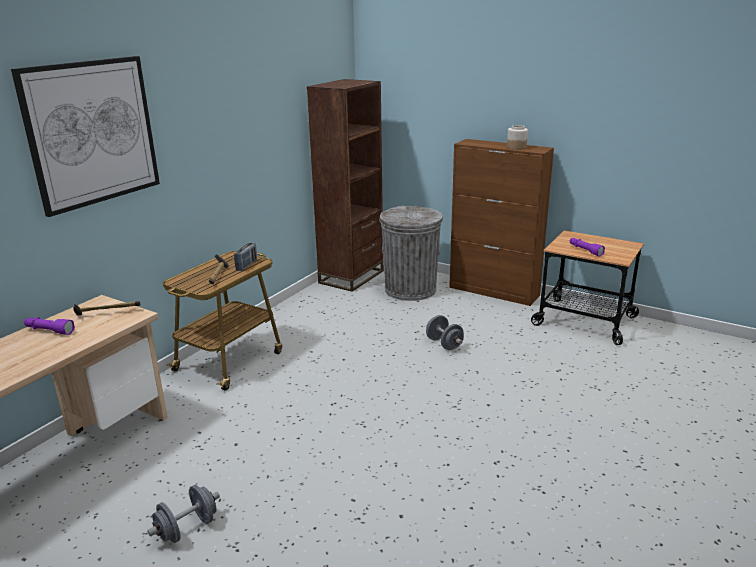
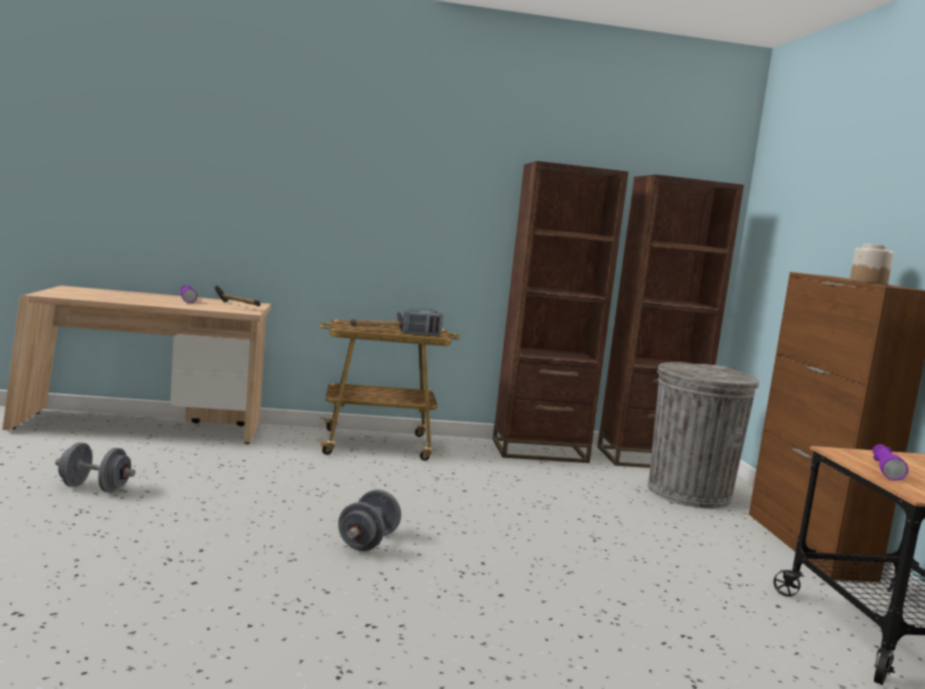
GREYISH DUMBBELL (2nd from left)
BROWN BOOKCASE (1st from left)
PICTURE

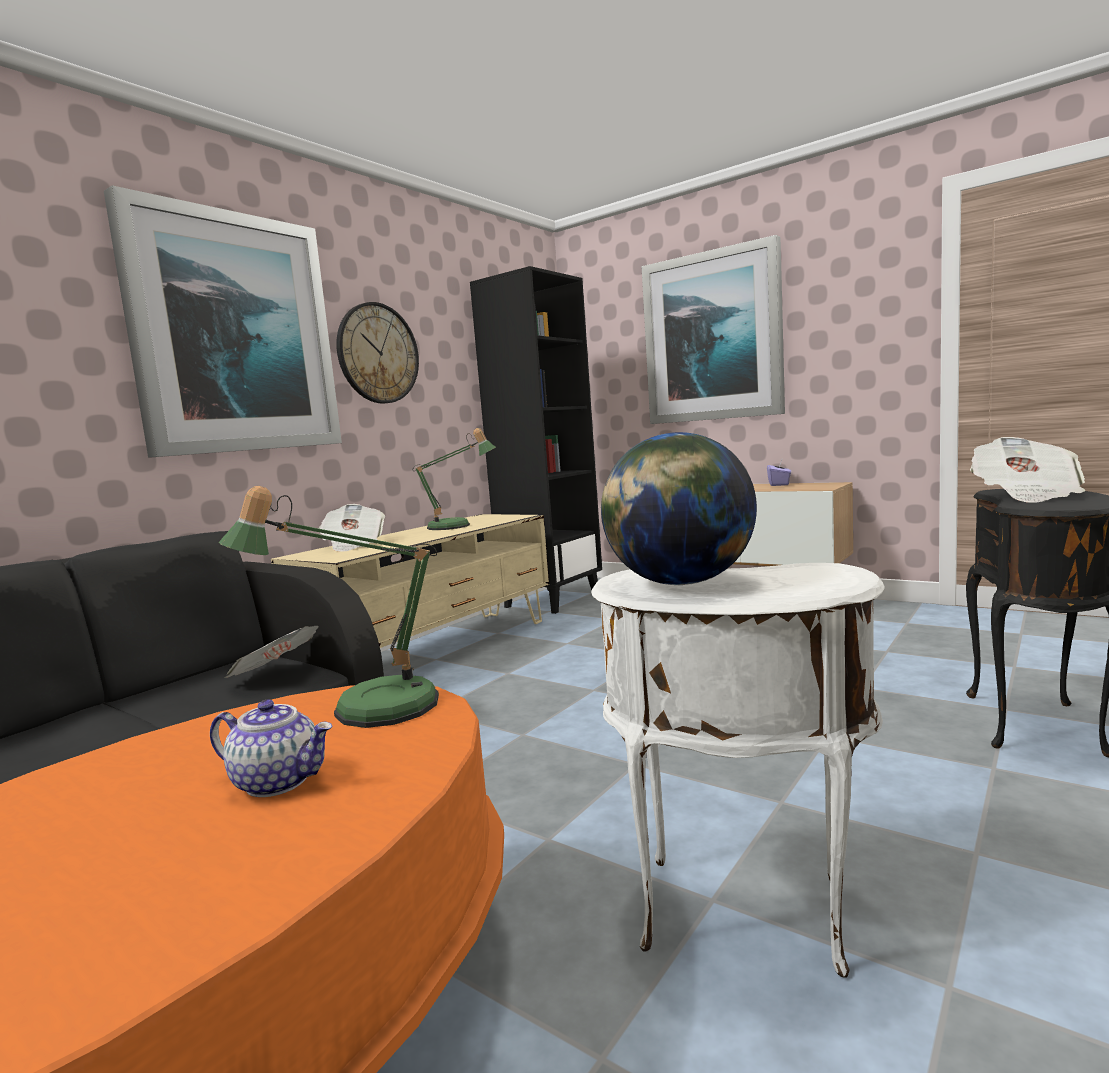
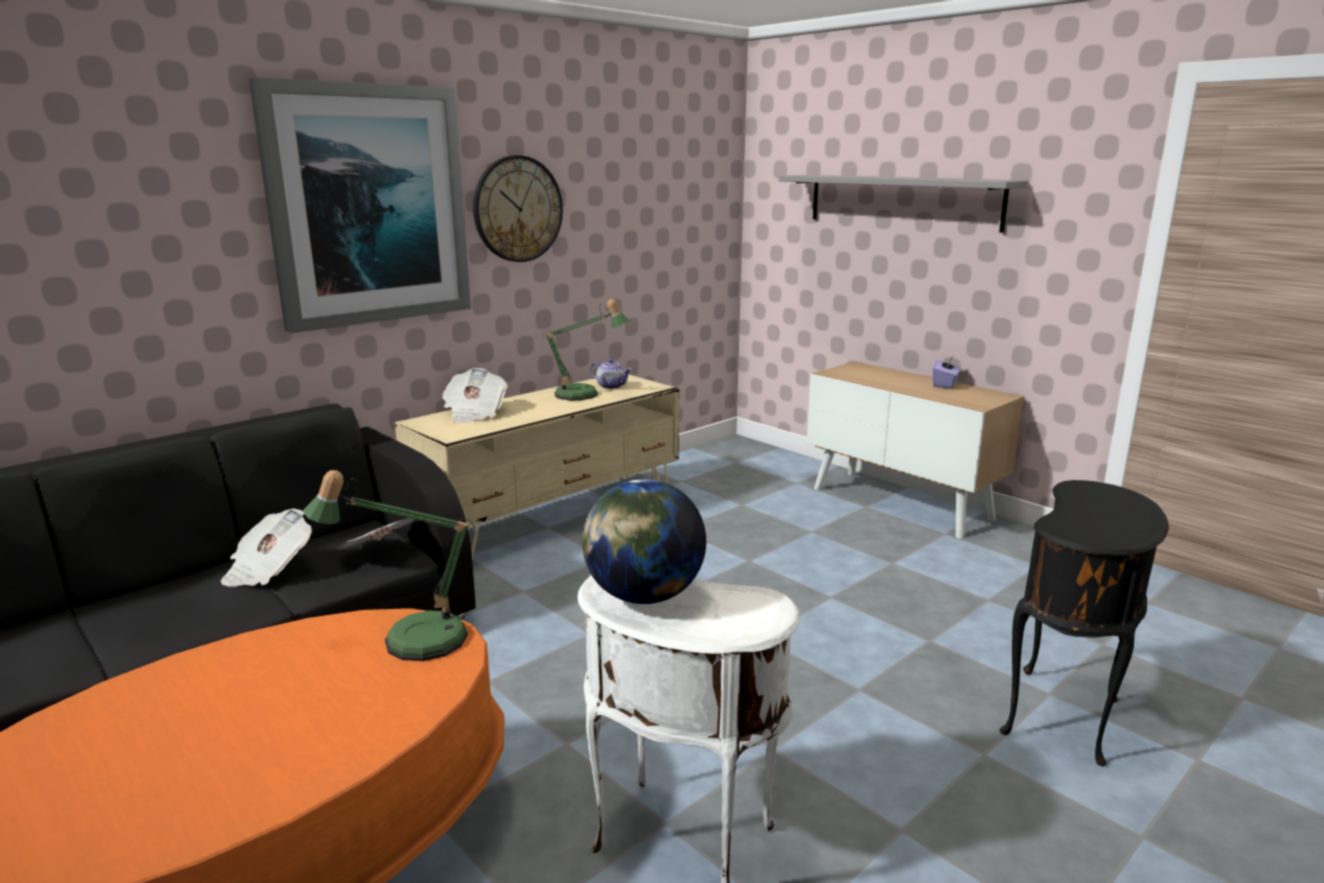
NEWSPAPER (1st from left)
POT FOR TEA
GREYISH WALL SHELF
BLACK BOOKCASE

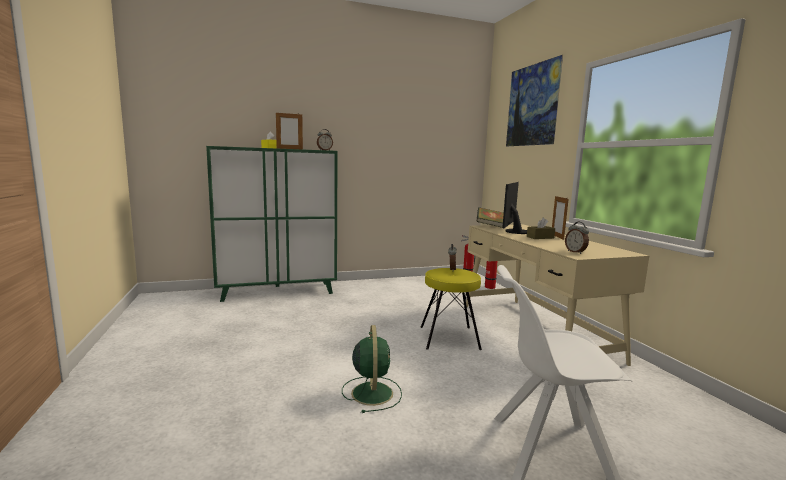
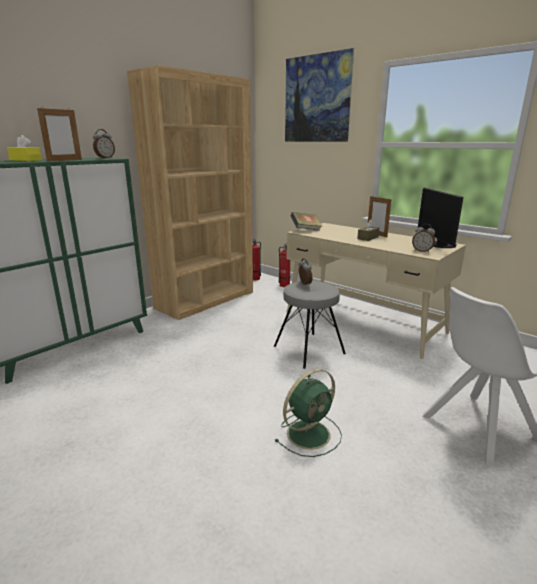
BROWN BOOKCASE
GREYISH STOOL
GREEN COOLING FAN
COMPUTER SCREEN

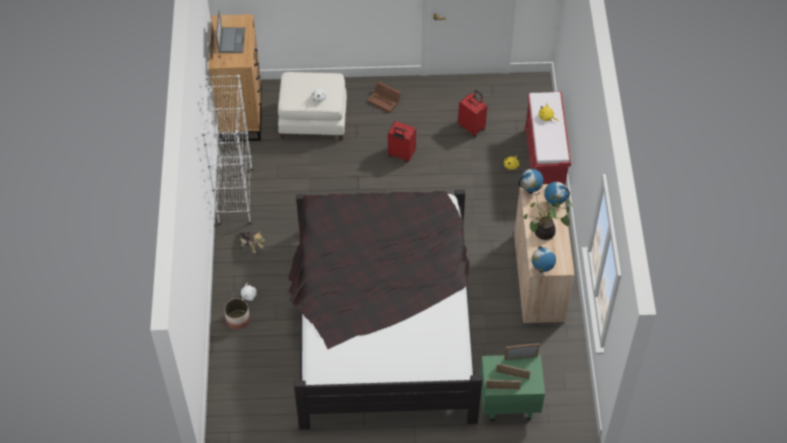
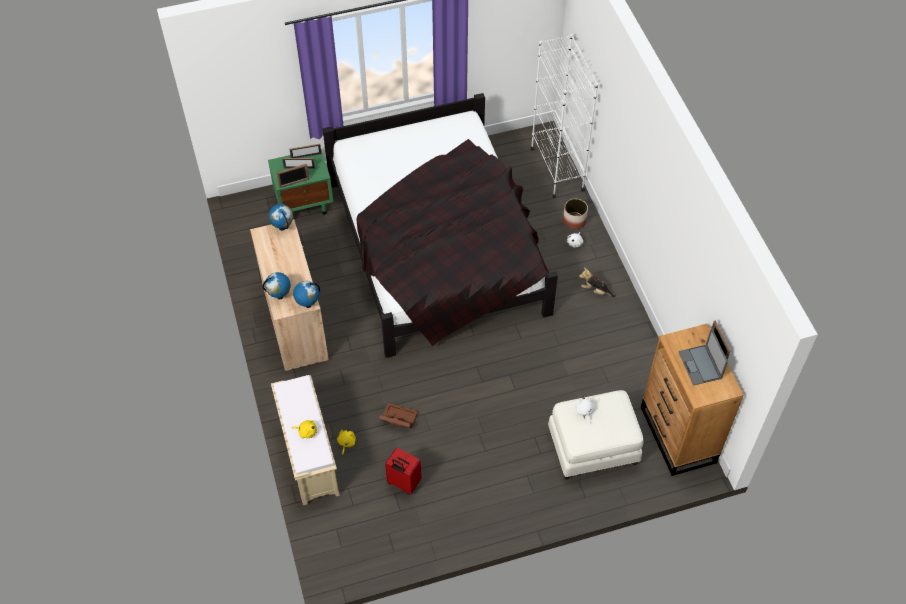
BEIGE-COLOURED LONG SEAT
BROWN STORAGE CONTAINER
WHITE-COLOURED BOOKCASE
REDDISH PIECE OF LUGGAGE (1st from left in the first image)
PLANT IN A POT

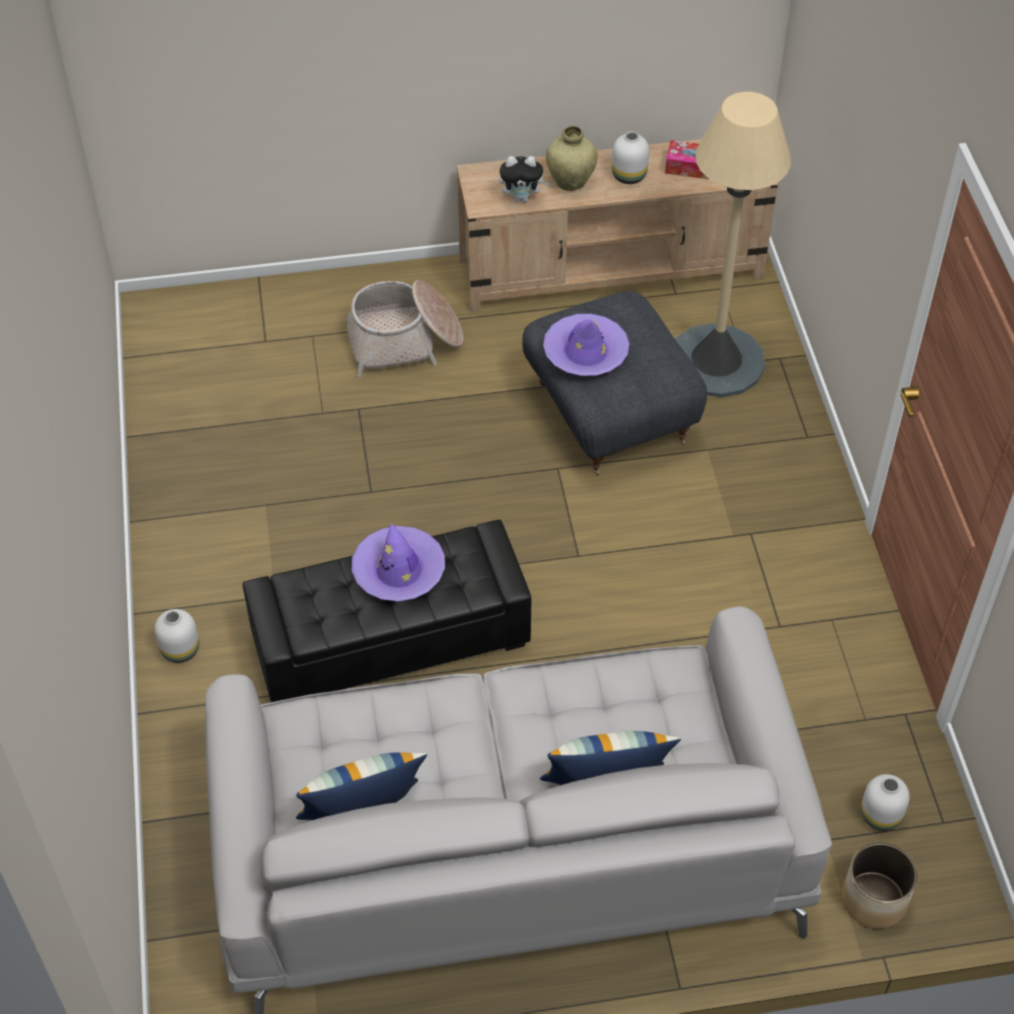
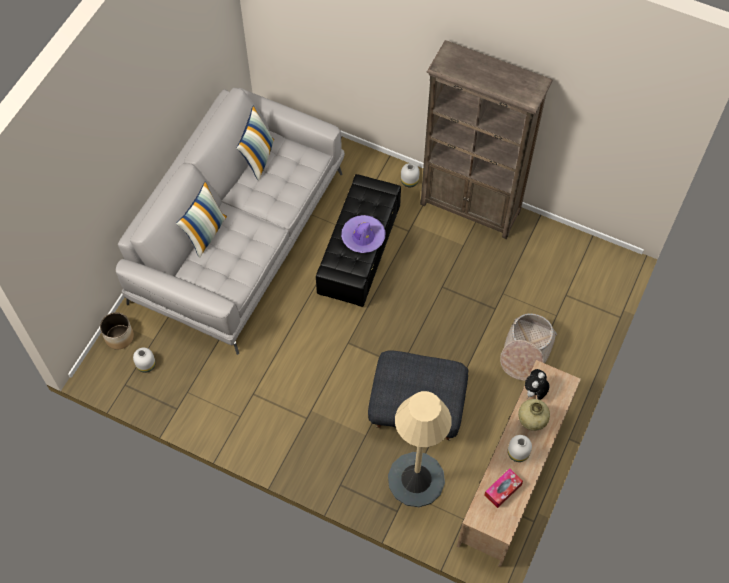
BROWN BOOKCASE
PURPLISH HAT (2nd from left in the first image)

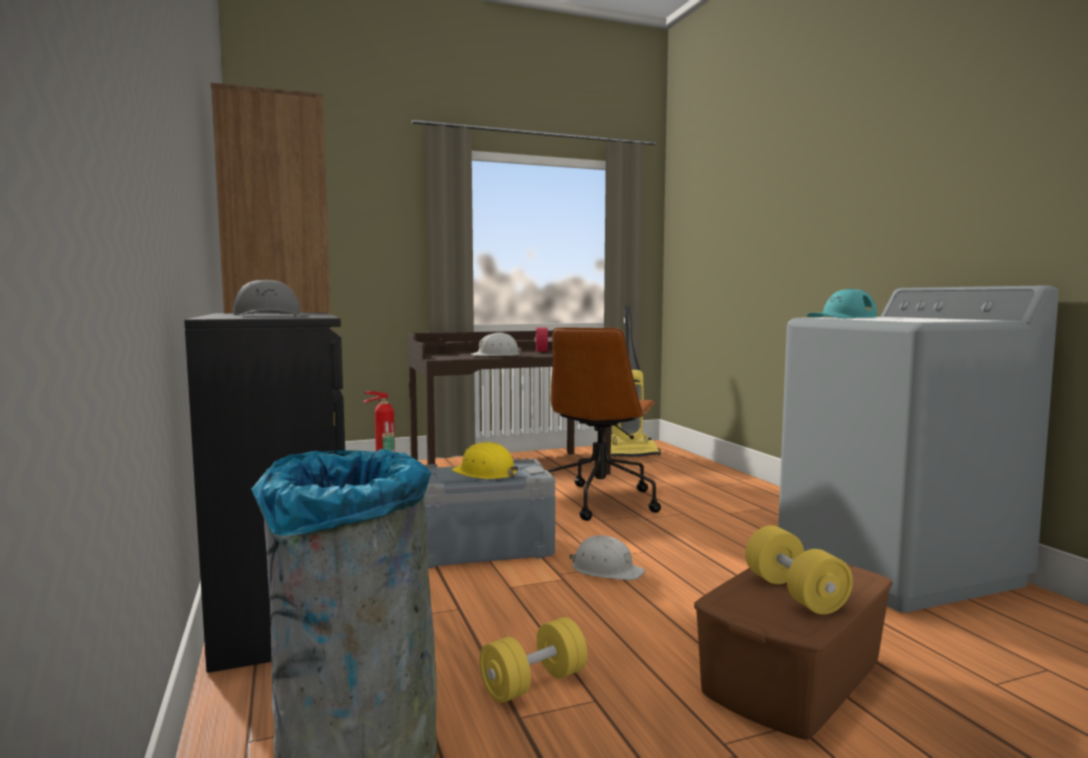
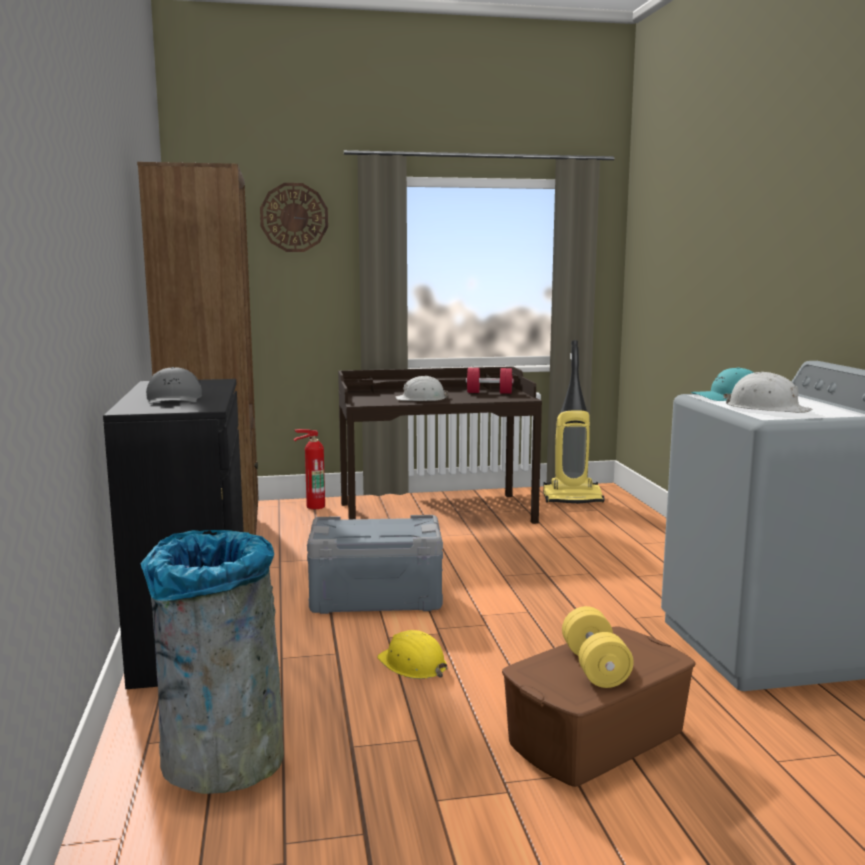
HANGING CLOCK
YELLOW-COLOURED HARD HAT
WHITE-COLOURED HARD HAT (2nd from left)
YELLOW-COLOURED DUMBBELL (1st from left in the first image)
BROWN OFFICE CHAIR

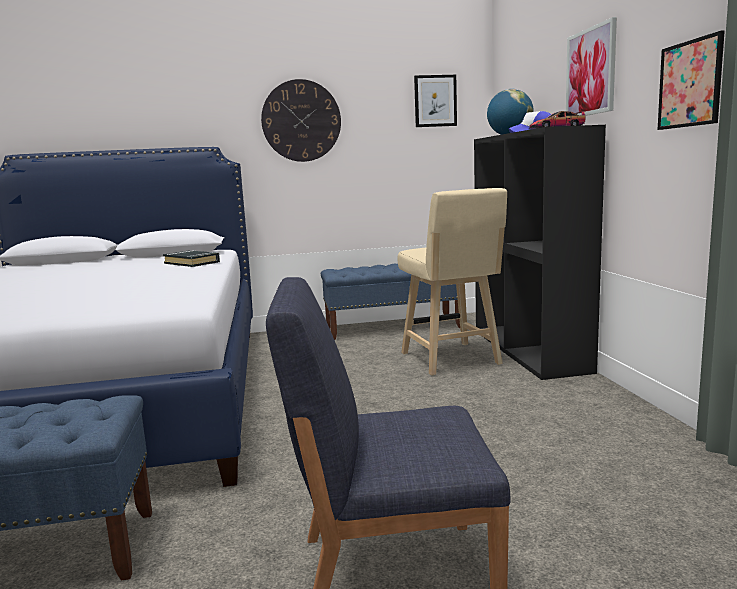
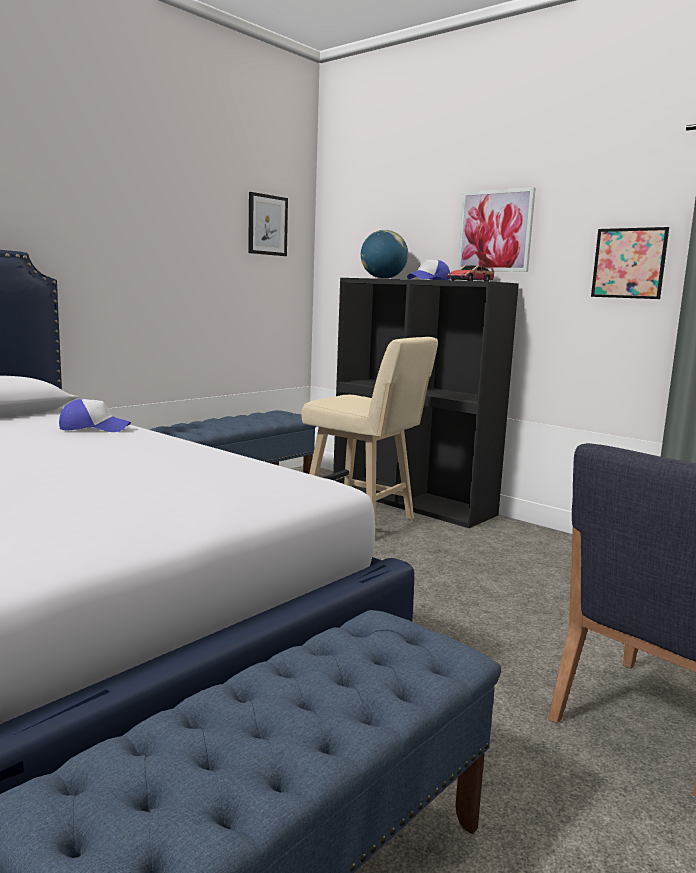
PEAKED CAP (1st from left)
HANGING CLOCK

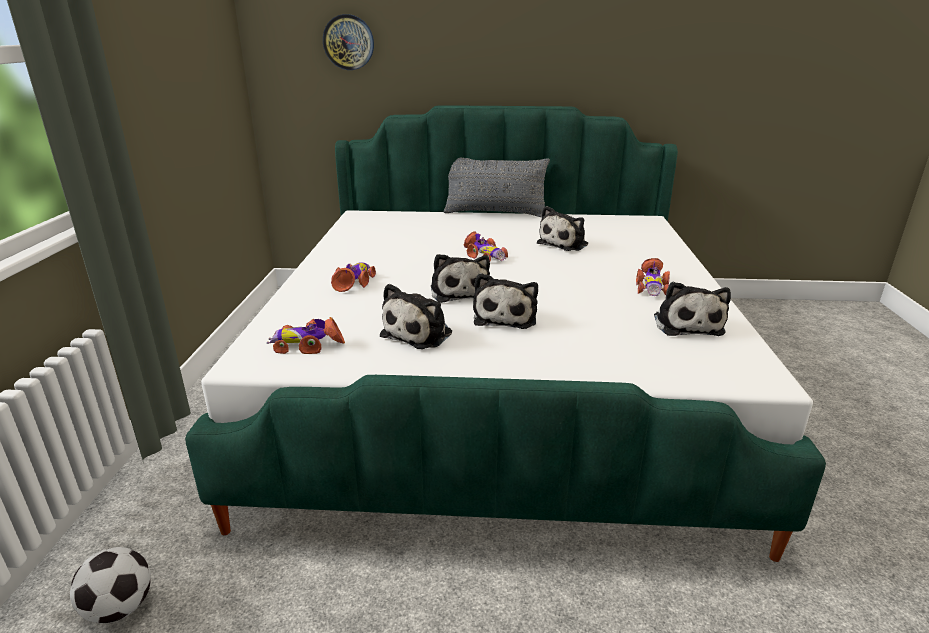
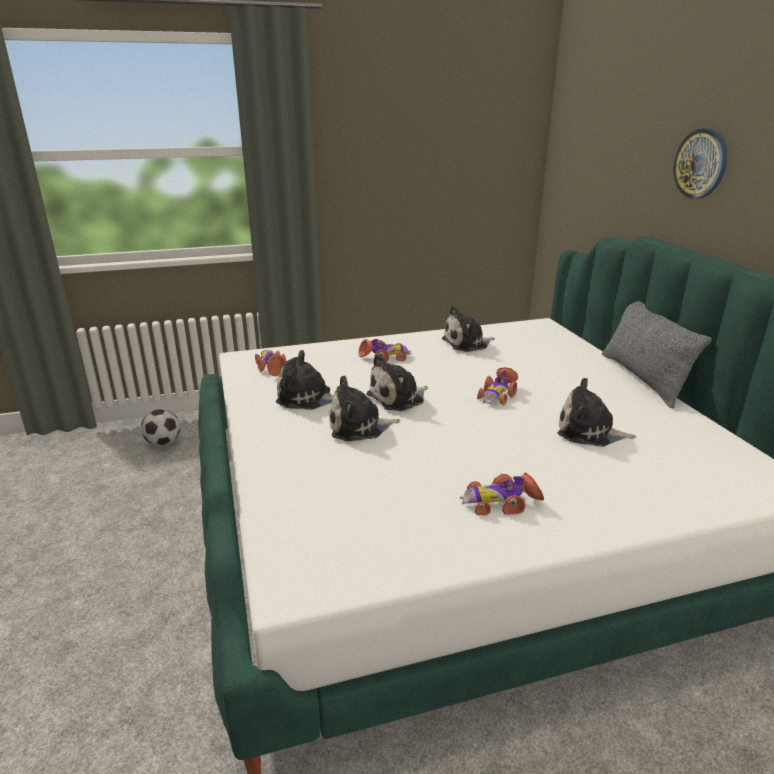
CUDDLY TOY (4th from left)
HANGING CLOCK

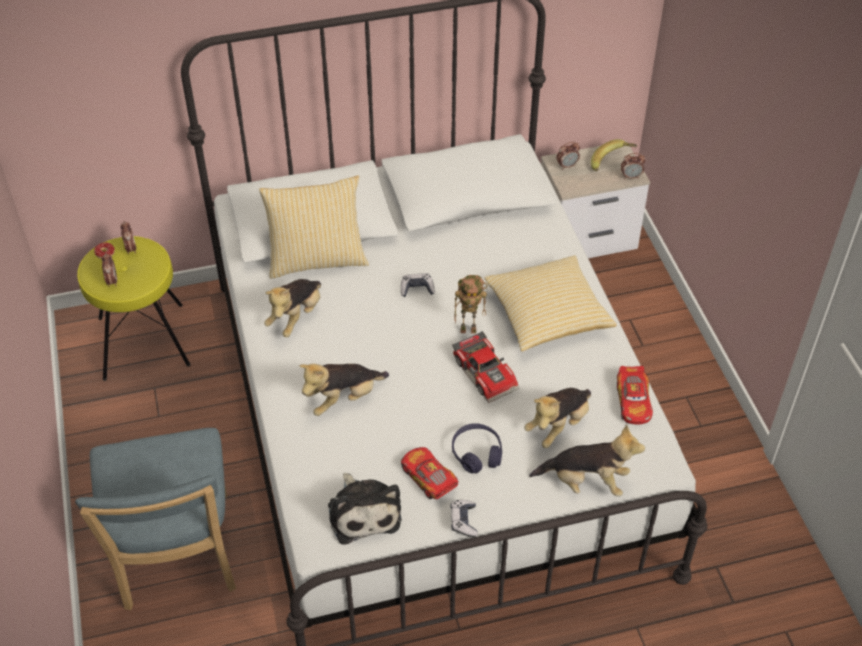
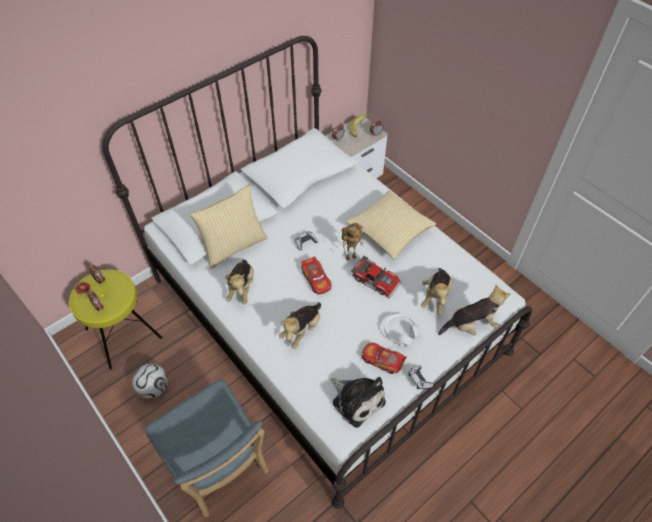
FOOTBALL BALL
MODEL CAR (1st from left)
WHITE-COLOURED HEADPHONES

